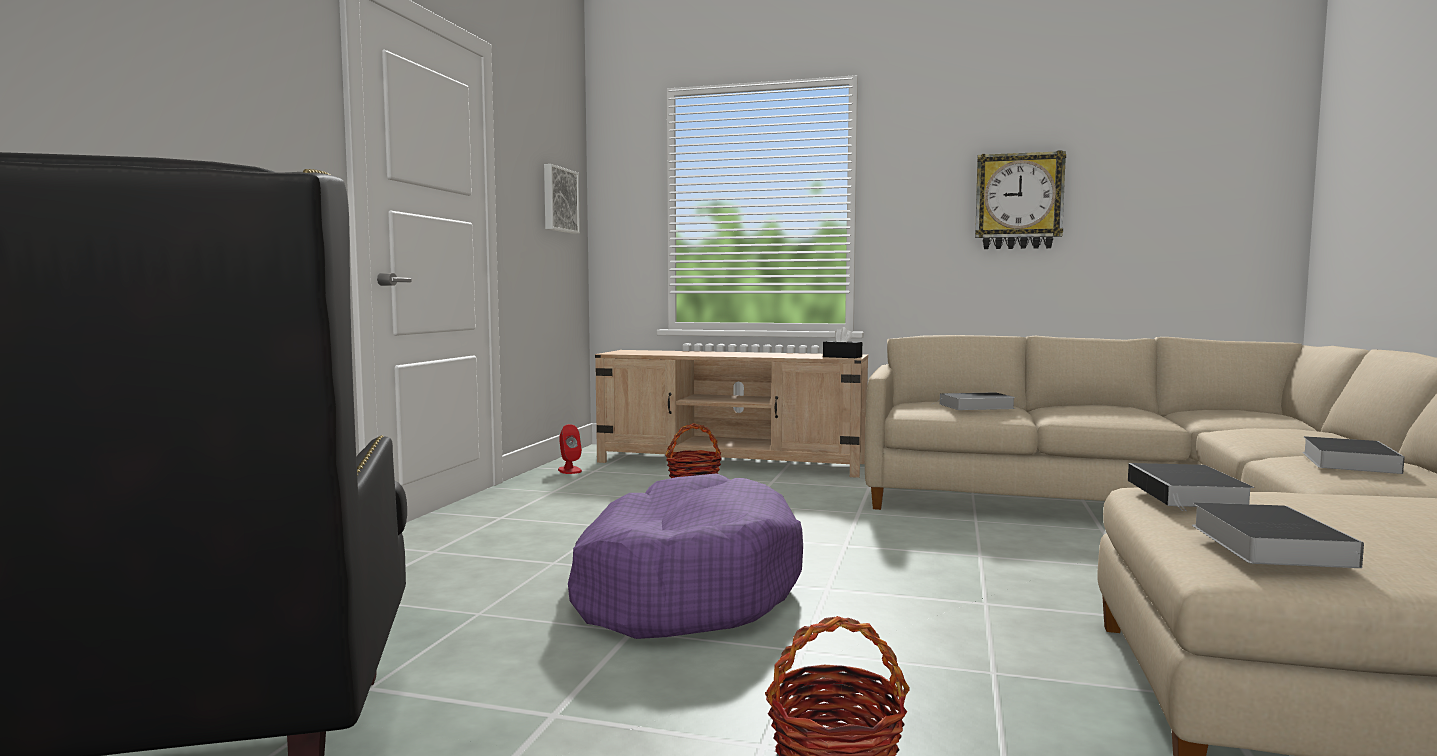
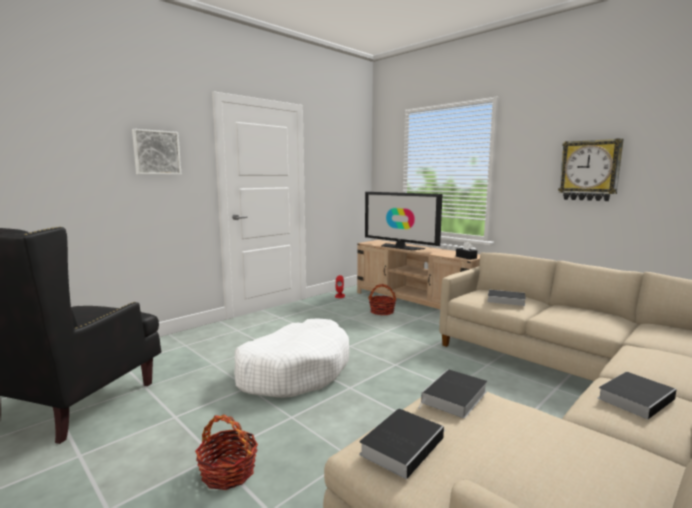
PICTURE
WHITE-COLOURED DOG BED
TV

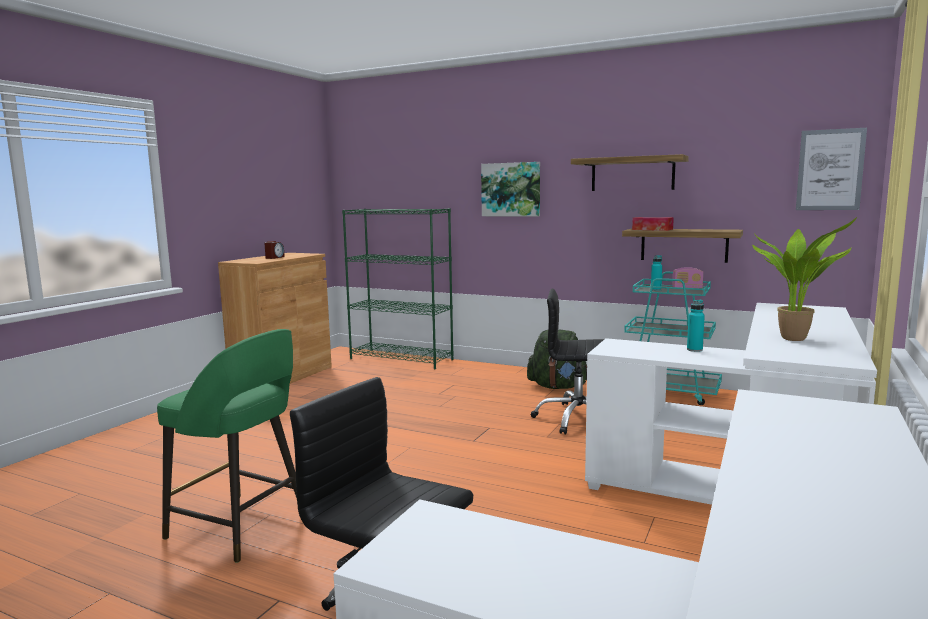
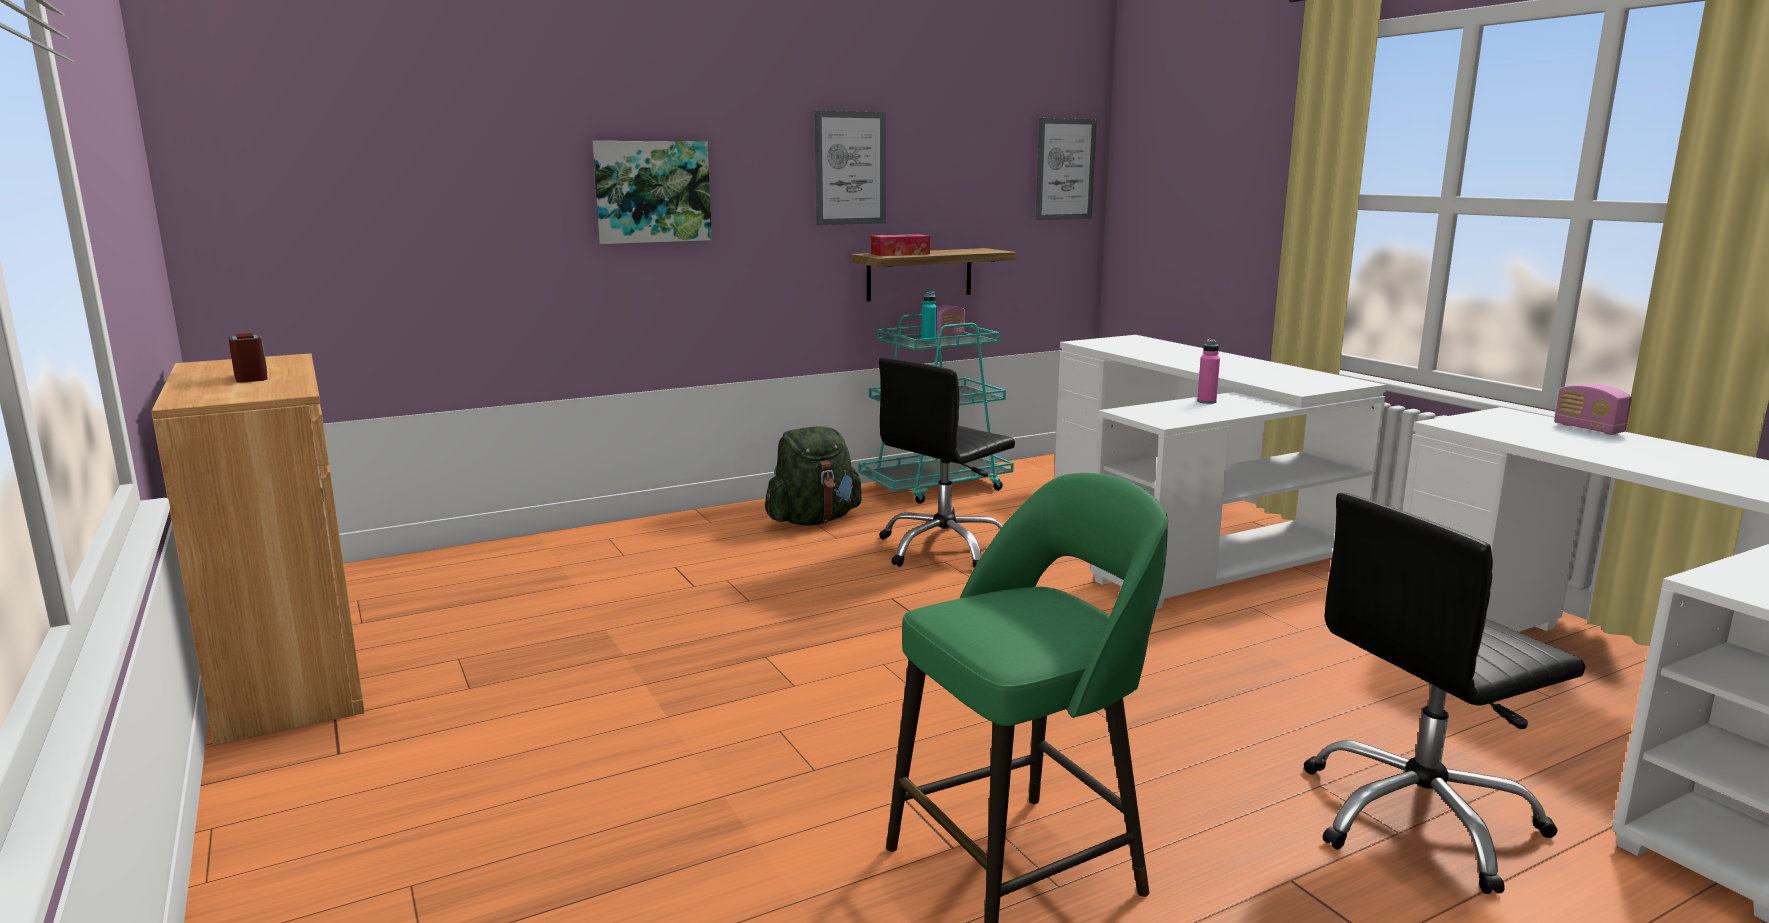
PICTURE (2nd from left)
PINK BOTTLE
RADIO SET (2nd from left)
GREEN BOOKCASE
PLANT IN A POT

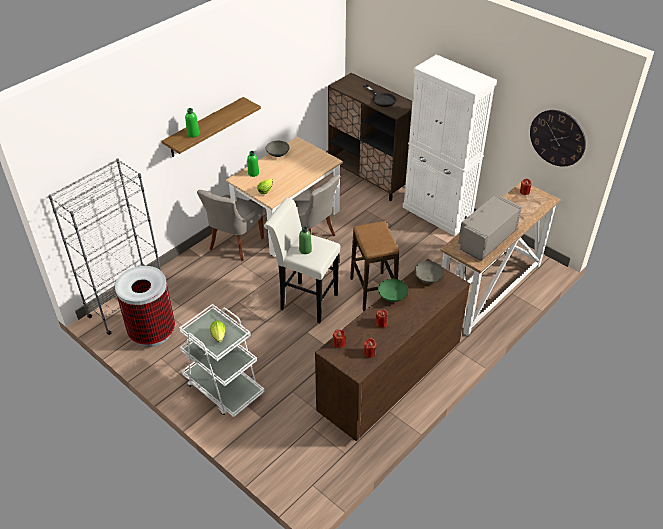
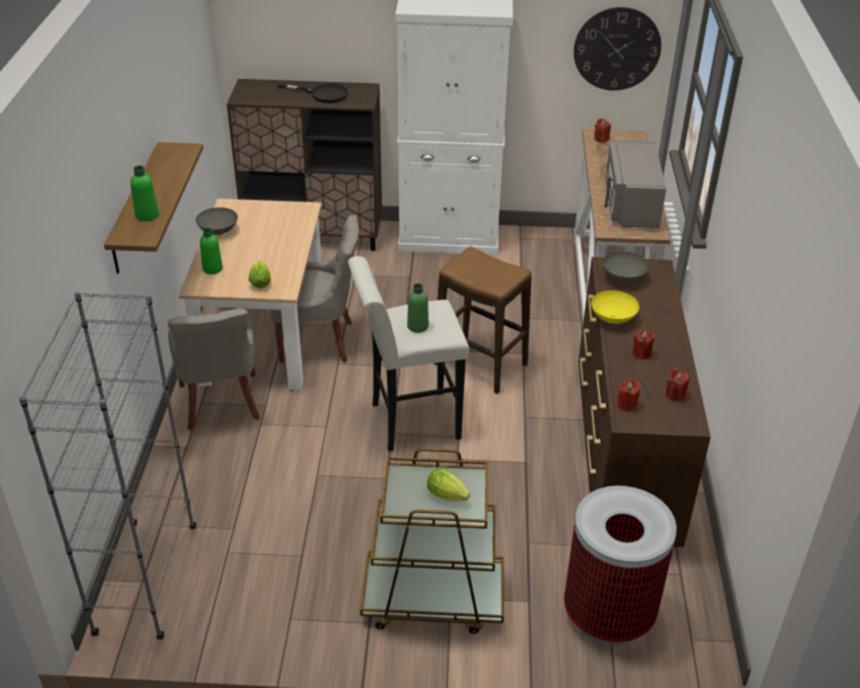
BROWN CART
TRASH CAN
YELLOW-COLOURED SERVING BOWL

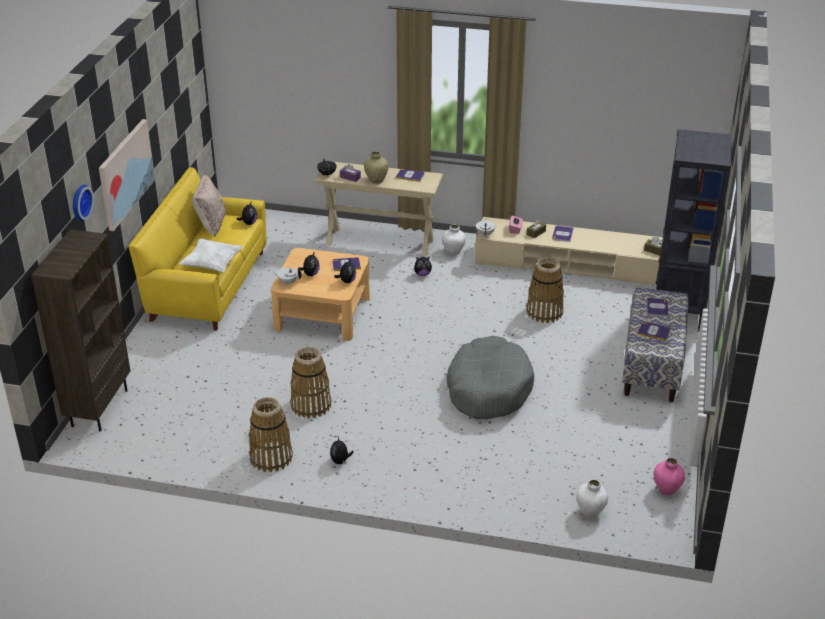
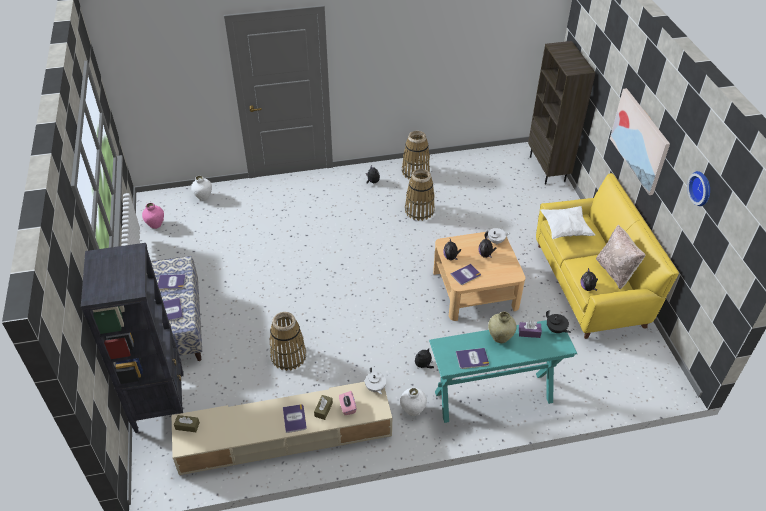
TURQUOISE HALL TABLE
HANGING CLOCK
GREYISH DOG BED

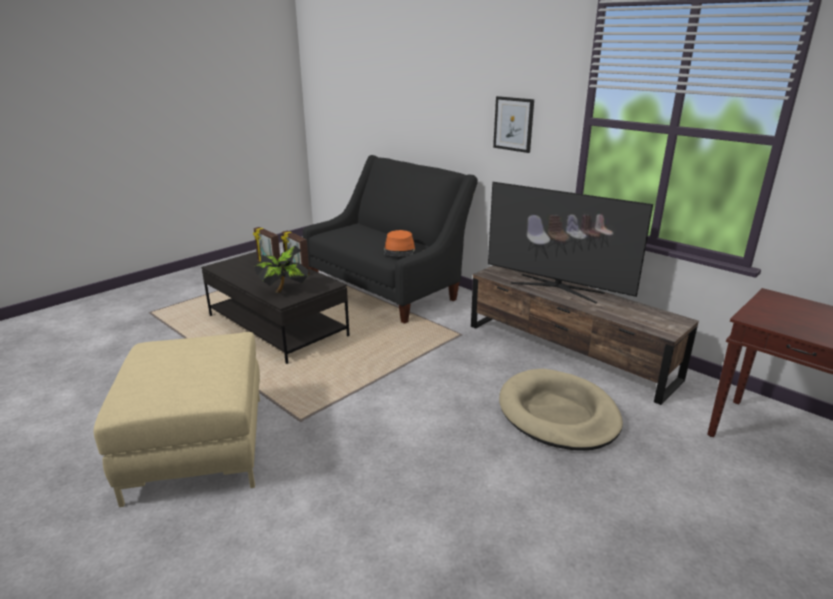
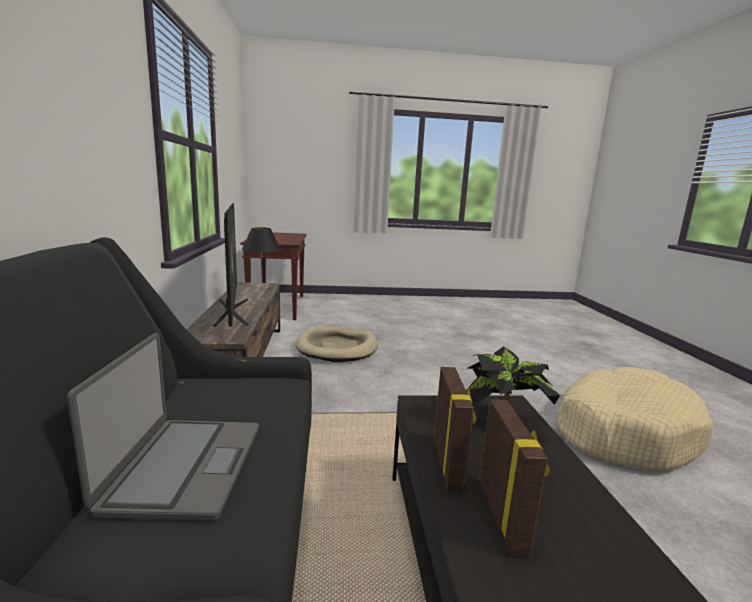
PORTABLE COMPUTER
BLACK TABLE LAMP
BEIGE-COLOURED DOG BED (2nd from left)
ORANGEY HAT
PICTURE

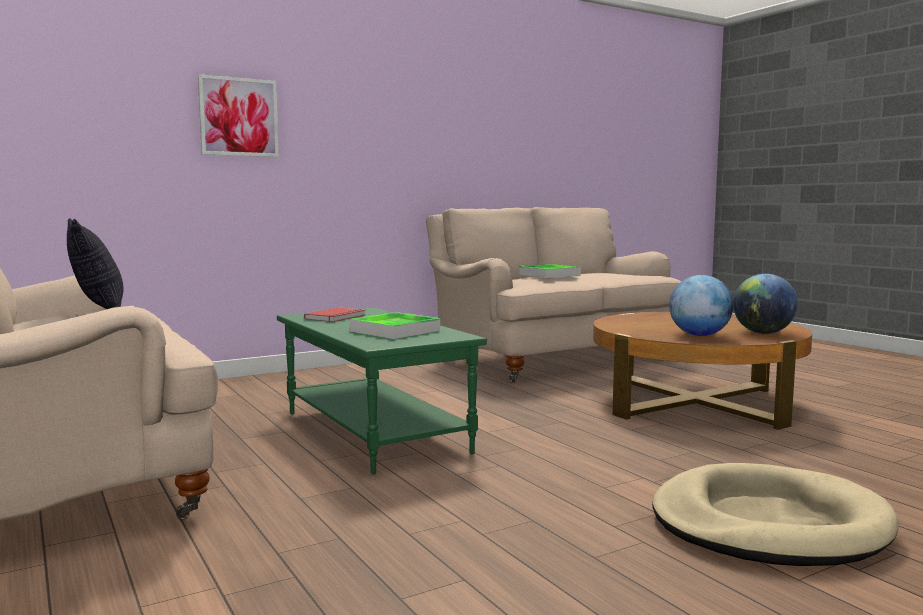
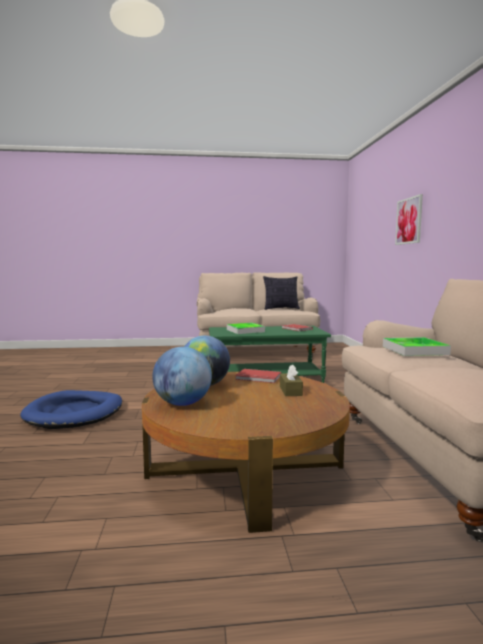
BLUE-COLOURED DOG BED
REDDISH BOOK (1st from left)
BROWN TISSUE HOLDER

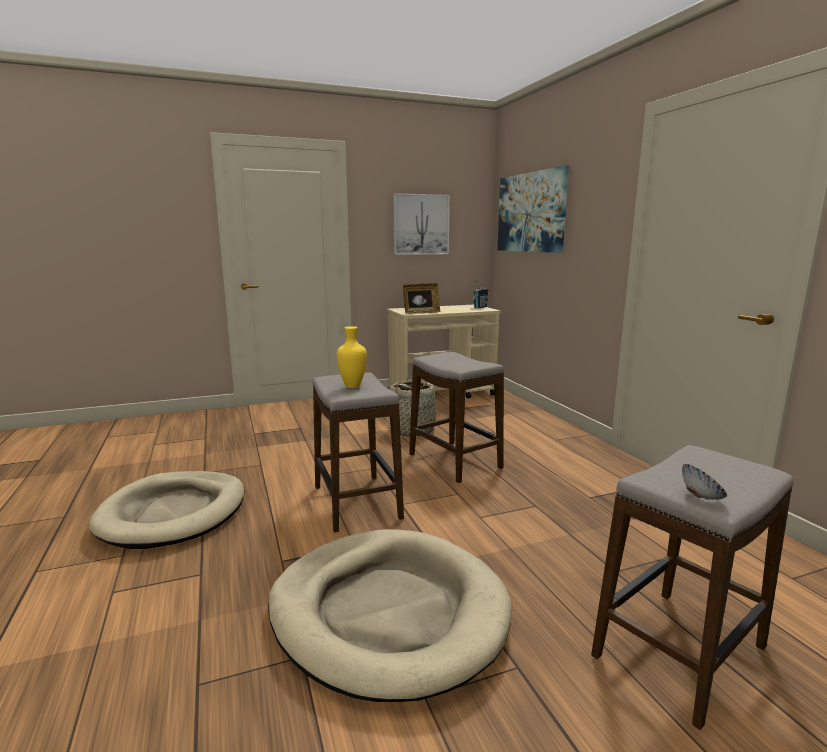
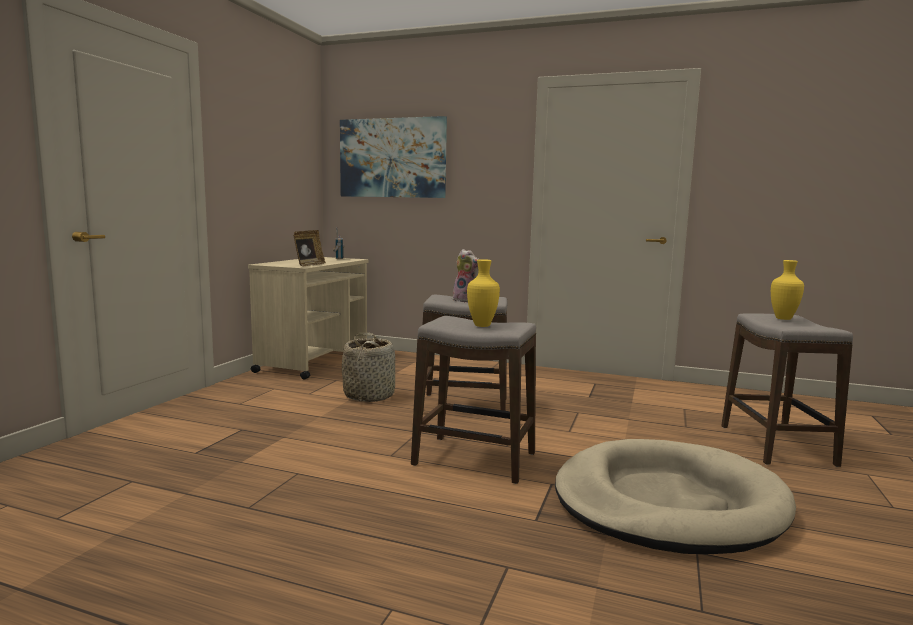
CUDDLY TOY
YELLOW-COLOURED VASE (2nd from left)
BEIGE-COLOURED DOG BED (1st from left in the first image)
PICTURE (1st from left in the first image)
SERVING BOWL

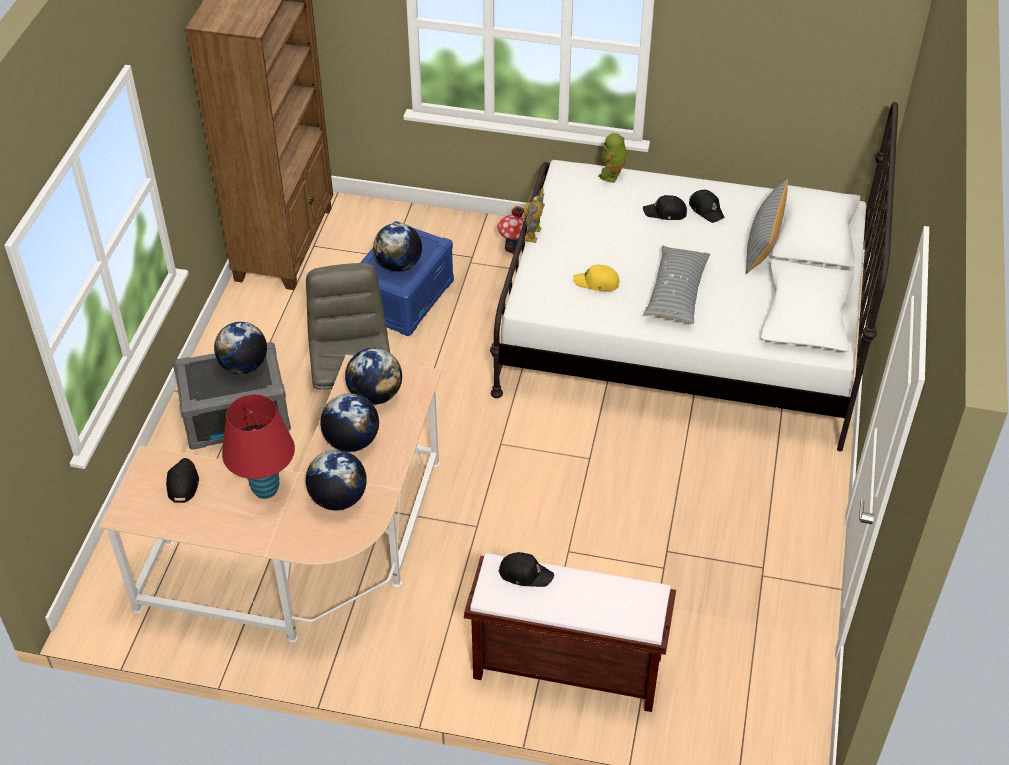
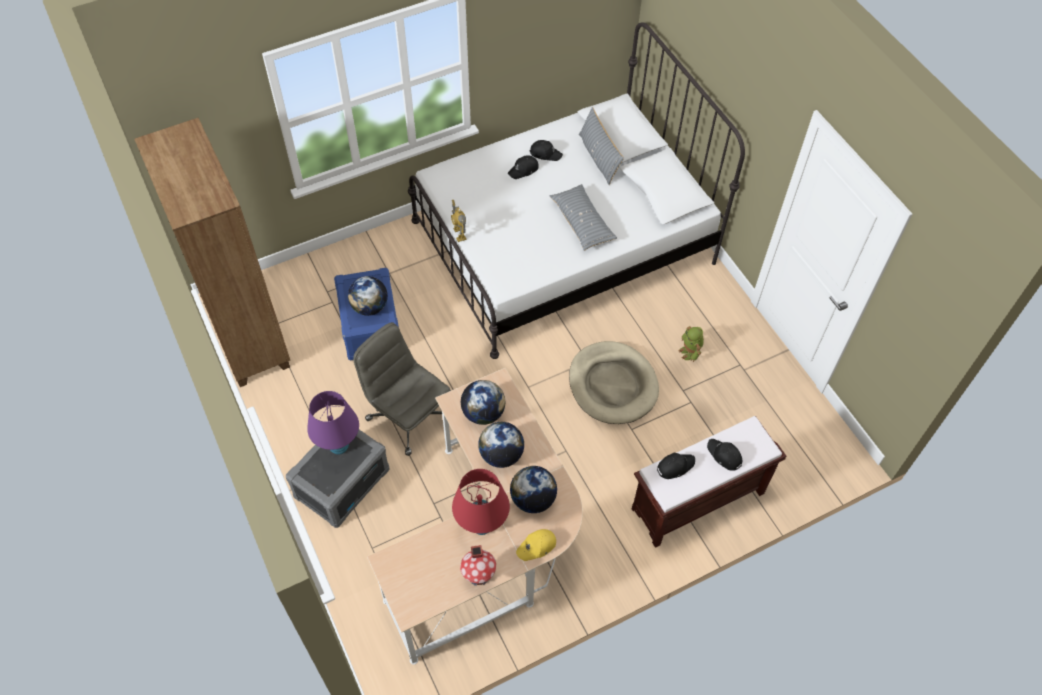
PURPLISH TABLE LAMP
TOY HOUSE
YELLOW-COLOURED PEAKED CAP
BEIGE-COLOURED DOG BED
ROBOT FIGURE (2nd from left)
BLACK PEAKED CAP (4th from left)

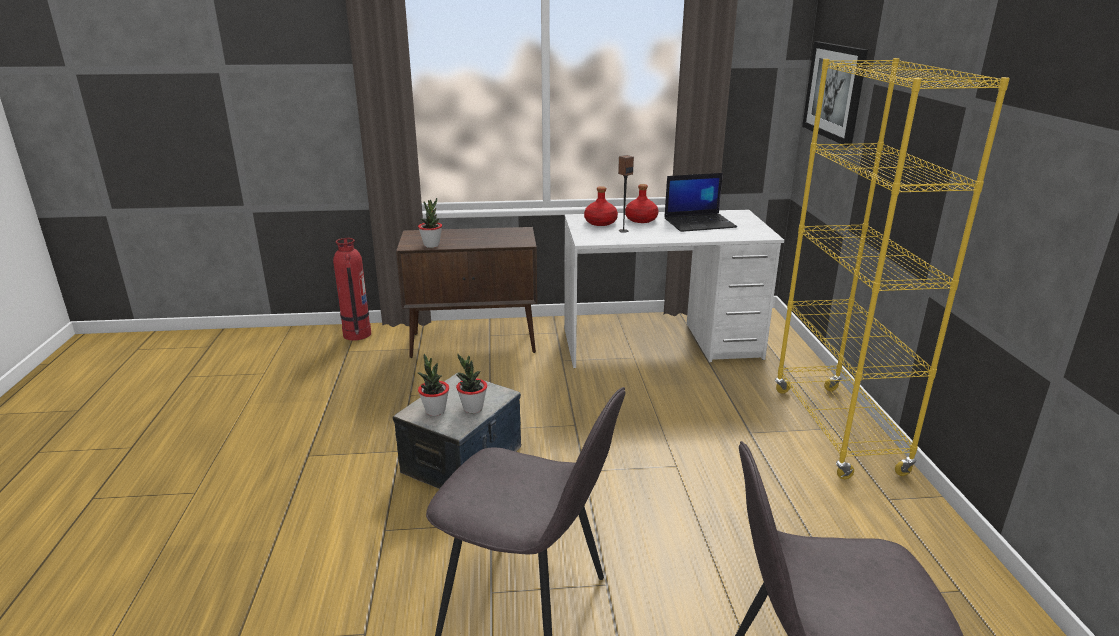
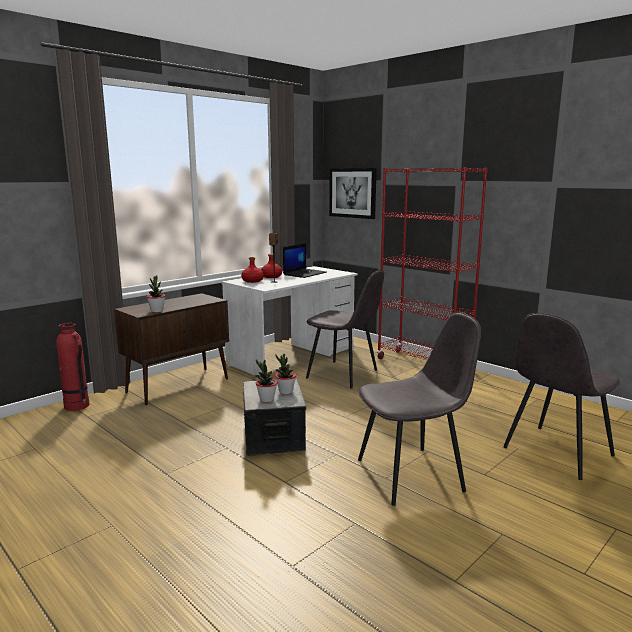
GREYISH UPRIGHT CHAIR (1st from left)
REDDISH BOOKCASE

